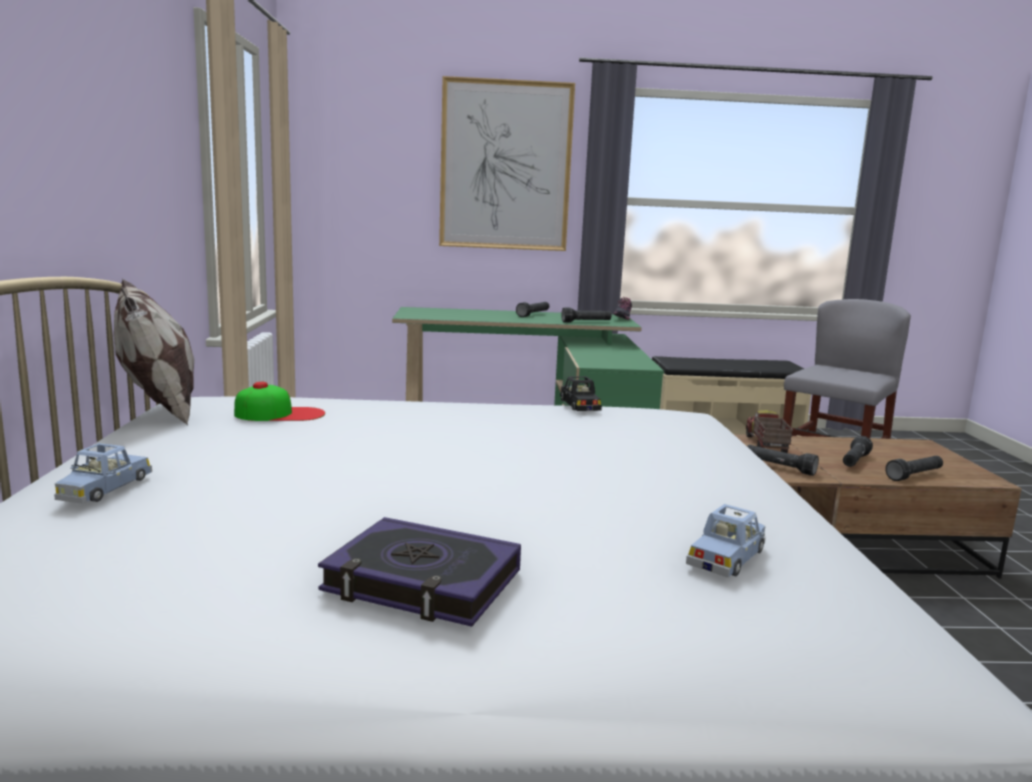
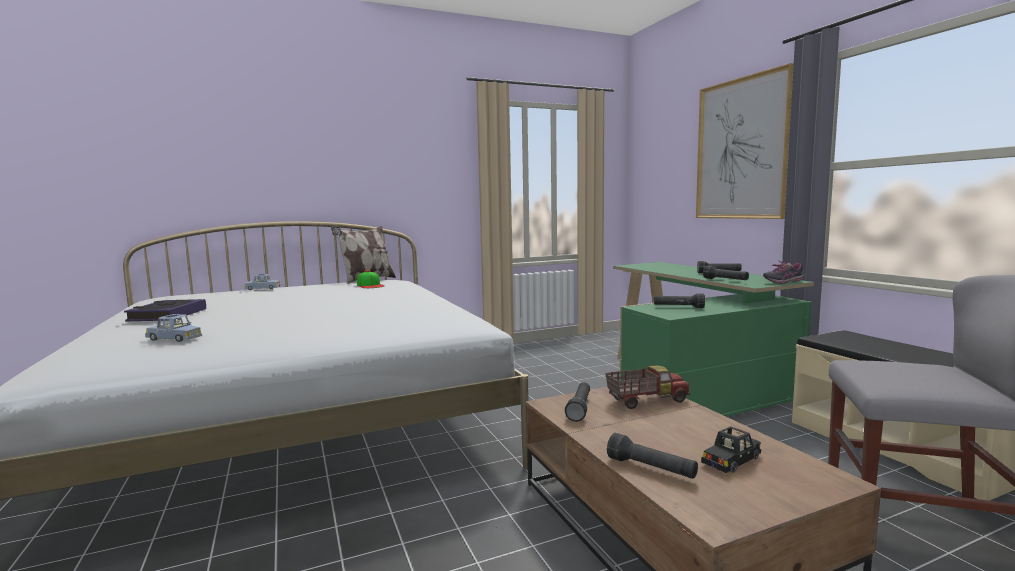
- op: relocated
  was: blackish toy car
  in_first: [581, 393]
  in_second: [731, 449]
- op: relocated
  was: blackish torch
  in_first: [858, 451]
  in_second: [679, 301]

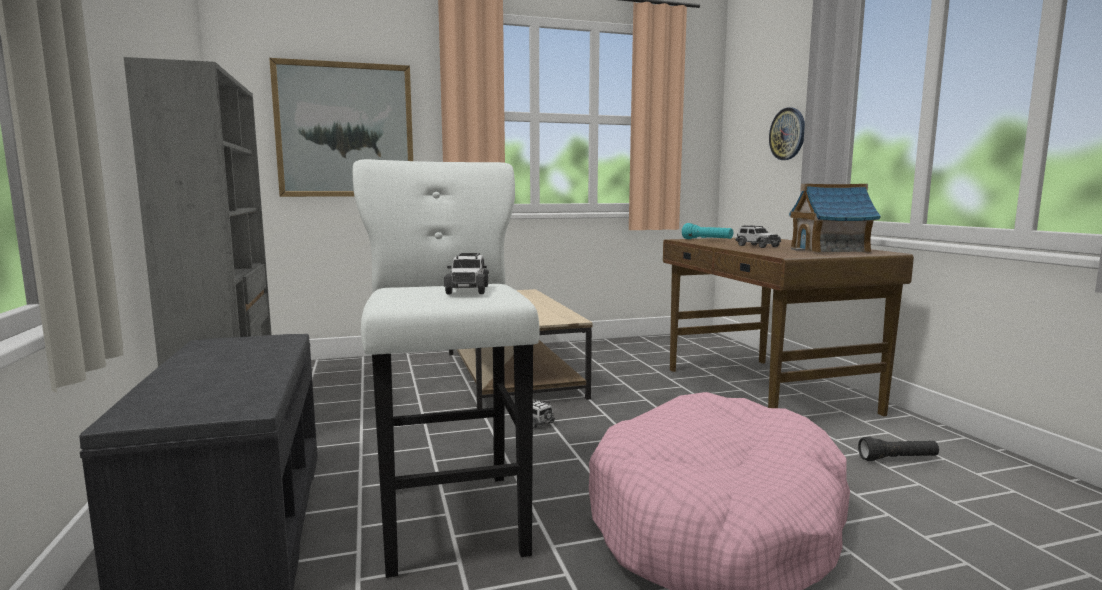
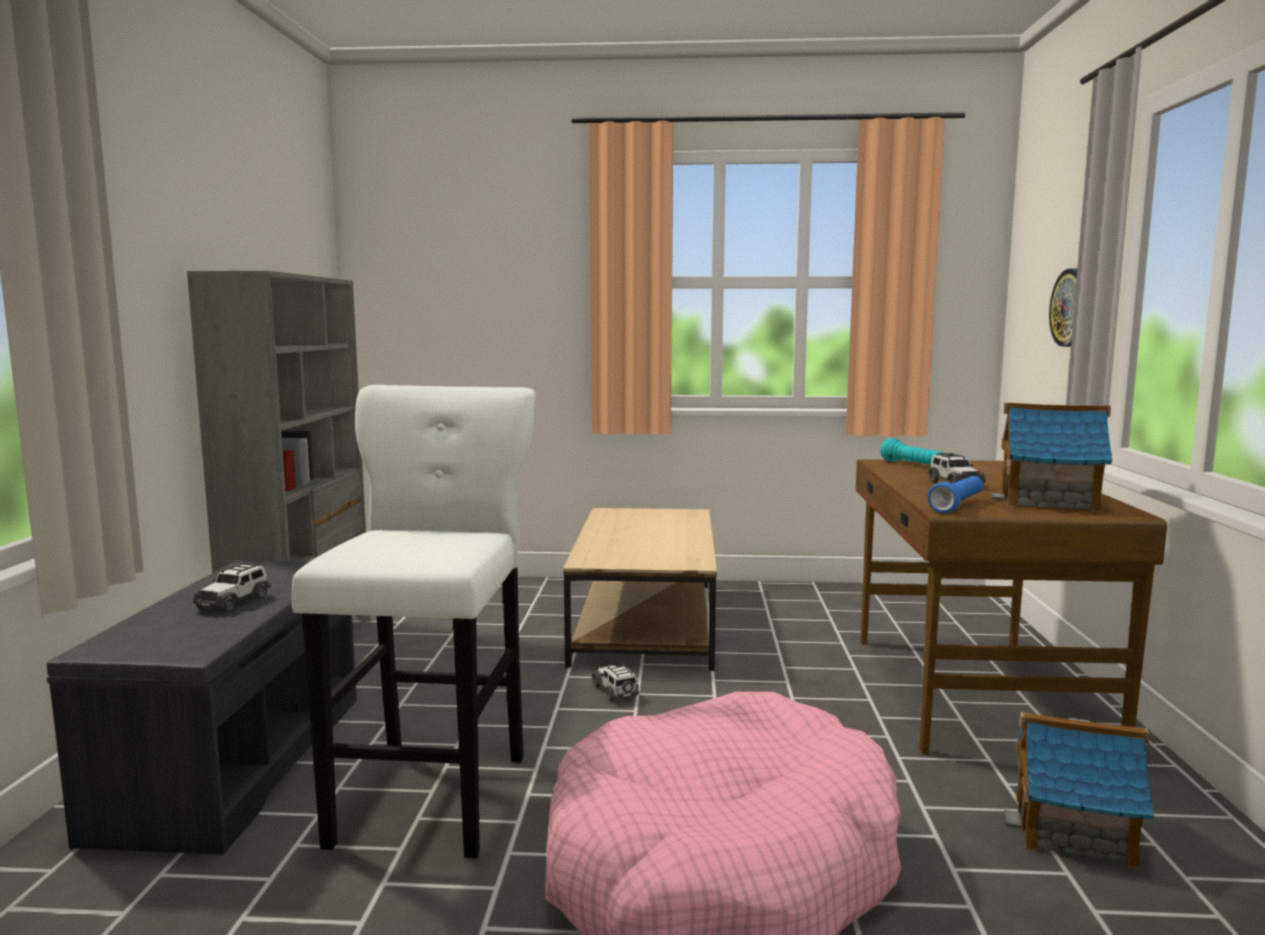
- op: missing
  was: wall picture
  in_first: [341, 127]
- op: relocated
  was: toy car
  in_first: [466, 273]
  in_second: [232, 587]
- op: exchanged
  was: blackish torch
  now: model house
  in_first: [898, 449]
  in_second: [1079, 790]
- op: appeared
  now: blue torch
  in_second: [955, 494]

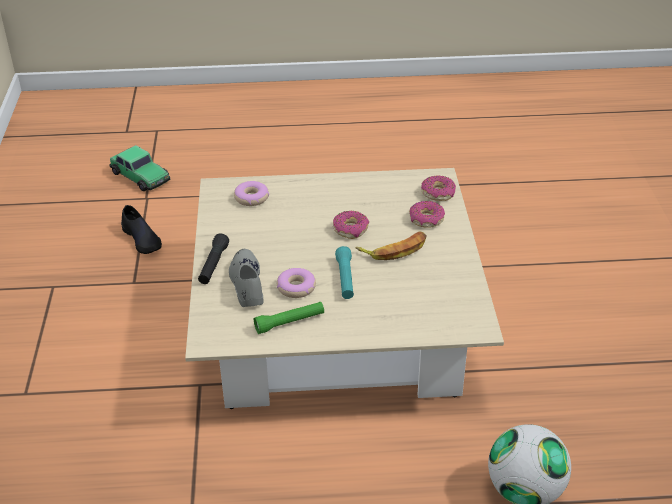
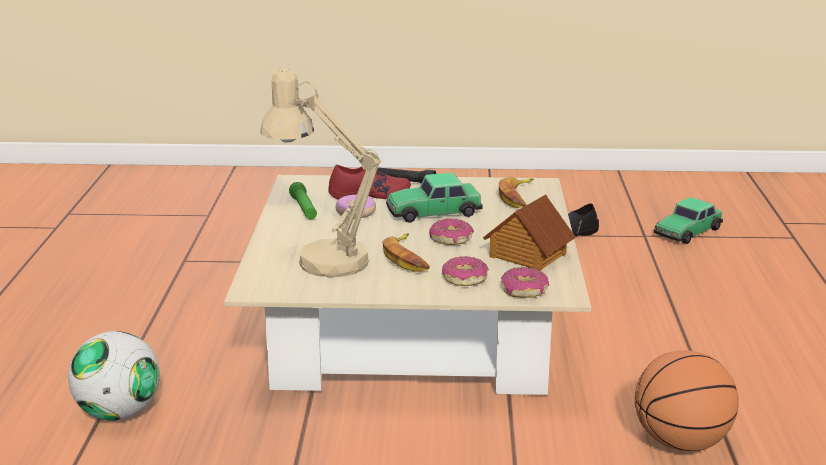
- op: colour
  was: gray low shoe
  now: red-coloured low shoe
  in_first: [246, 278]
  in_second: [369, 182]
- op: exchanged
  was: donut
  now: whole banana
  in_first: [251, 193]
  in_second: [516, 192]
- op: missing
  was: blue-green torch
  in_first: [344, 272]
- op: appeared
  now: beige-coloured lamp for a table
  in_second: [320, 173]
- op: appeared
  now: toy car
  in_second: [434, 198]
- op: appeared
  now: model house
  in_second: [529, 233]
- op: appeared
  now: ball for basketball
  in_second: [686, 400]

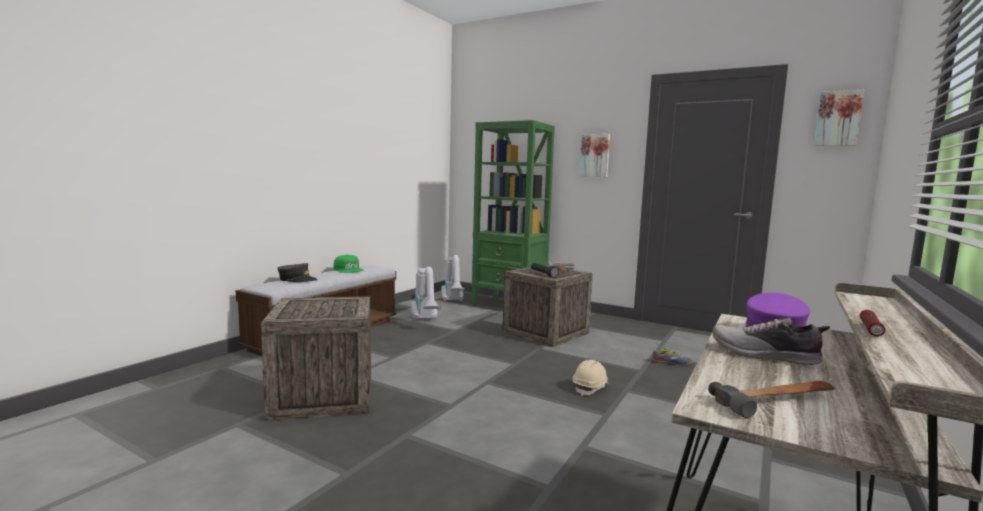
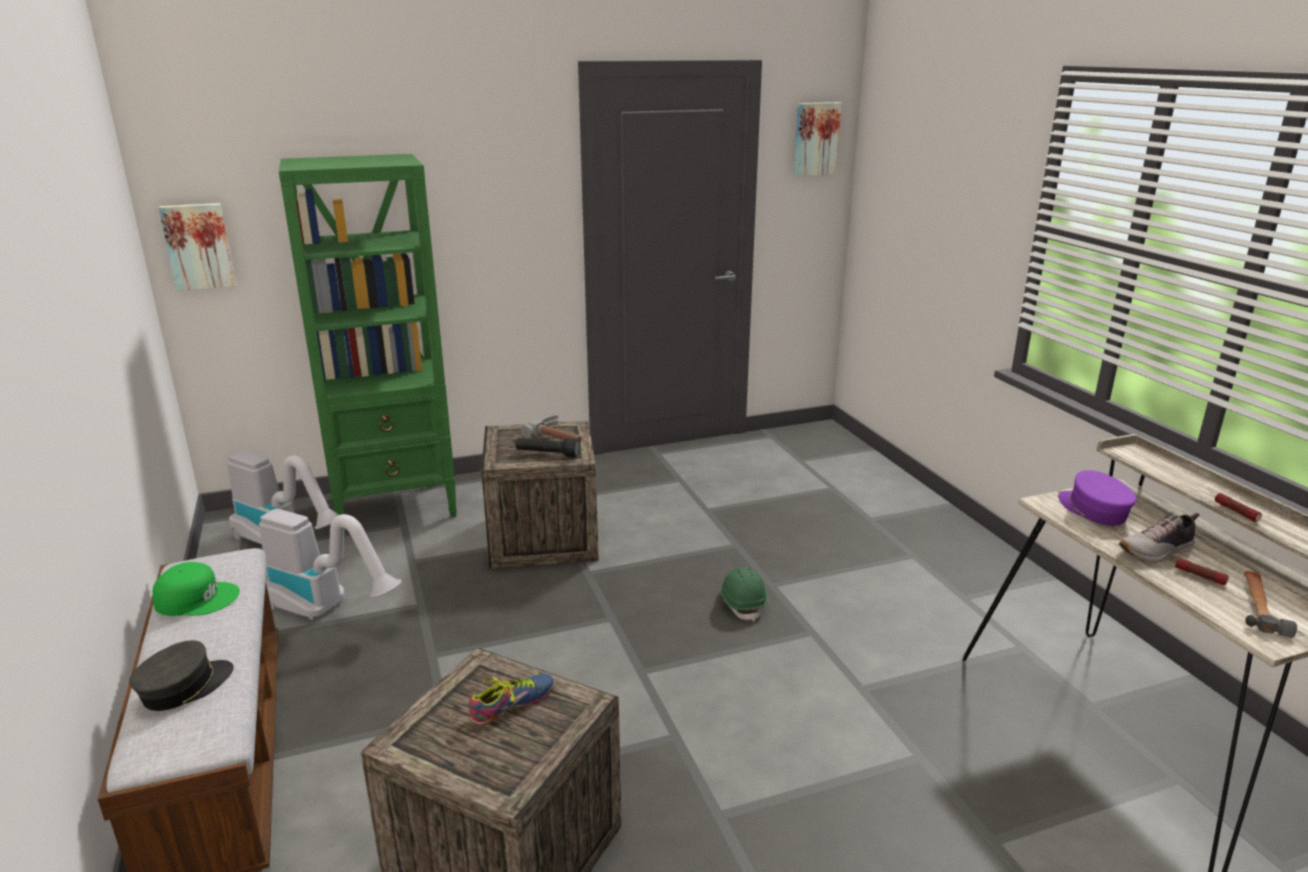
- op: colour
  was: beige-coloured safety helmet
  now: green safety helmet
  in_first: [591, 378]
  in_second: [743, 594]
- op: relocated
  was: wall picture
  in_first: [595, 155]
  in_second: [197, 247]
- op: relocated
  was: low shoe
  in_first: [673, 356]
  in_second: [512, 699]
- op: appeared
  now: torch
  in_second: [1202, 571]

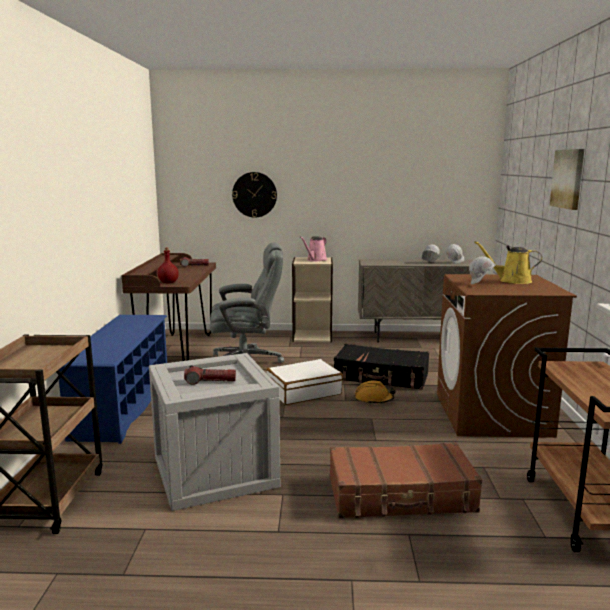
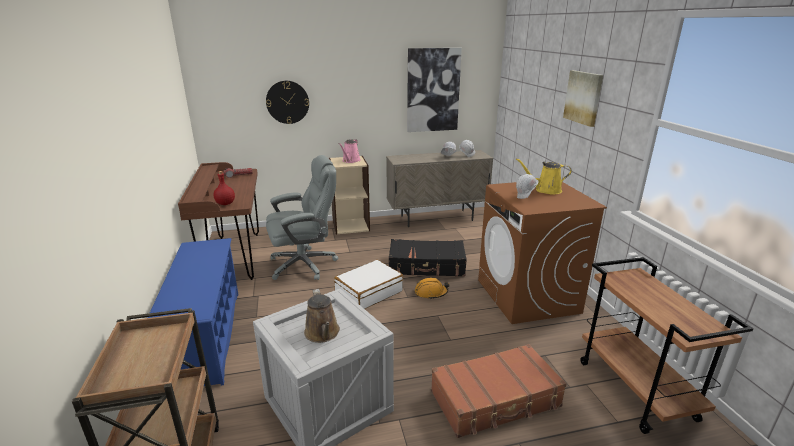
- op: exchanged
  was: torch
  now: brown watering can
  in_first: [210, 375]
  in_second: [322, 316]
- op: appeared
  now: wall picture
  in_second: [434, 90]

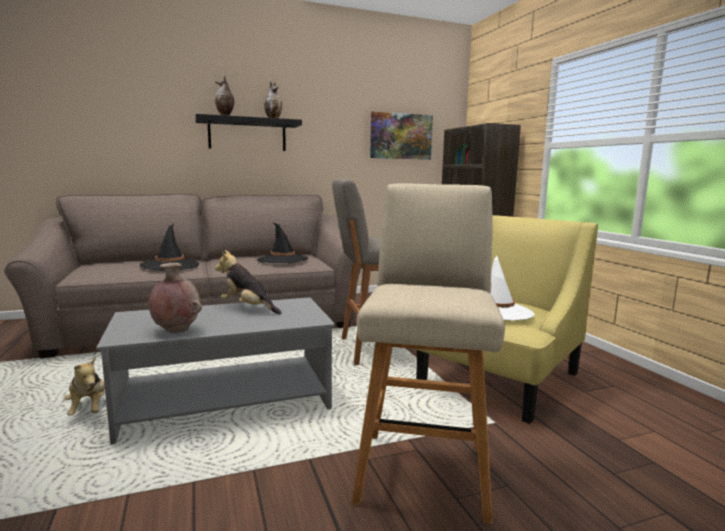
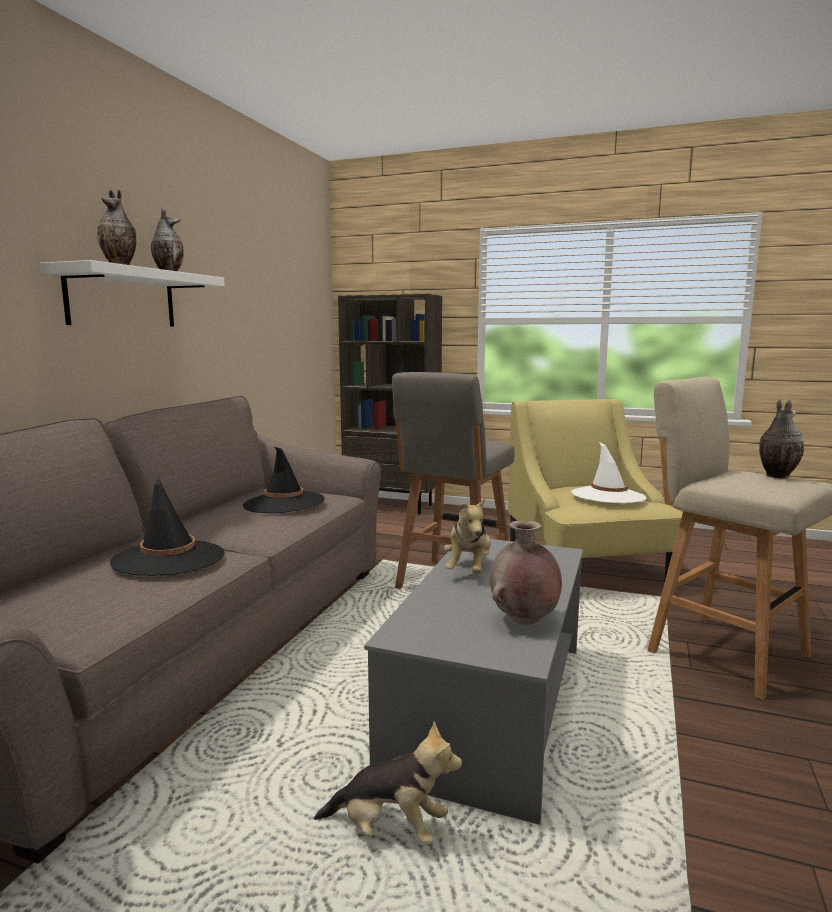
- op: colour
  was: blackish shelf
  now: white-coloured shelf
  in_first: [248, 132]
  in_second: [132, 293]
- op: spun
  was: plush toy
  in_first: [248, 282]
  in_second: [467, 535]
  clockwise: -60
- op: missing
  was: wall picture
  in_first: [401, 135]
- op: appeared
  now: flower vase
  in_second: [781, 439]

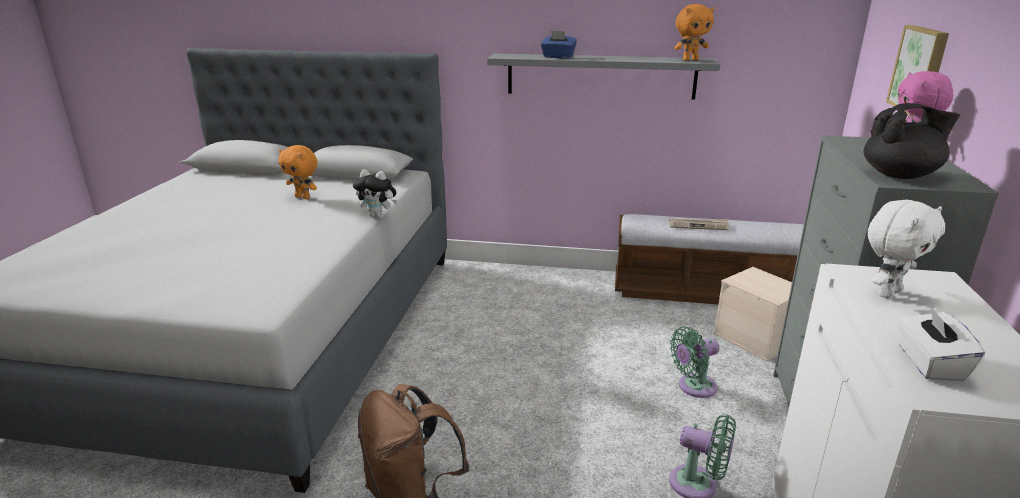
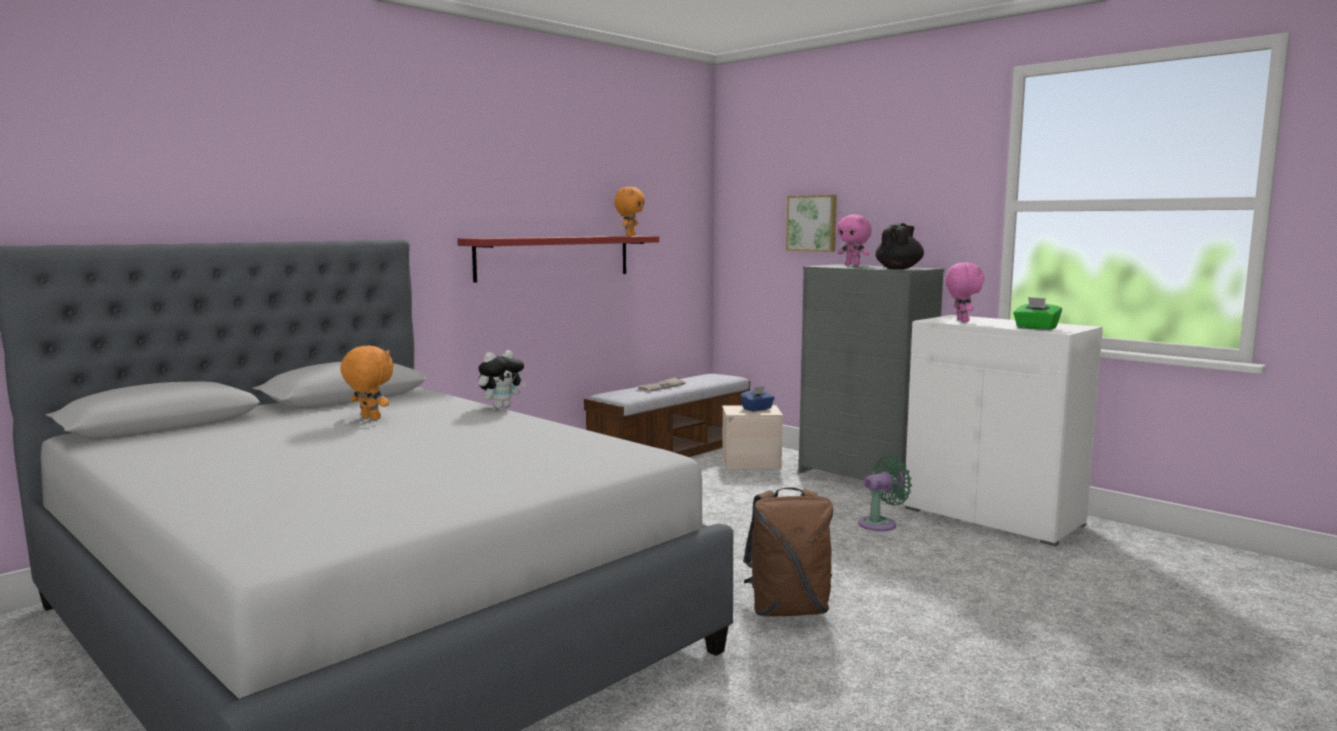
- op: spun
  was: orange plush toy
  in_first: [298, 172]
  in_second: [367, 383]
  clockwise: -120
- op: colour
  was: gray shelf
  now: red-coloured shelf
  in_first: [603, 76]
  in_second: [558, 259]
- op: relocated
  was: blue tissue holder
  in_first: [559, 44]
  in_second: [758, 398]
- op: missing
  was: green fan
  in_first: [694, 362]
- op: colour
  was: white-coloured plush toy
  now: pink plush toy
  in_first: [906, 249]
  in_second: [964, 292]
- op: colour
  was: white-coloured tissue holder
  now: green tissue holder
  in_first: [941, 343]
  in_second: [1037, 313]

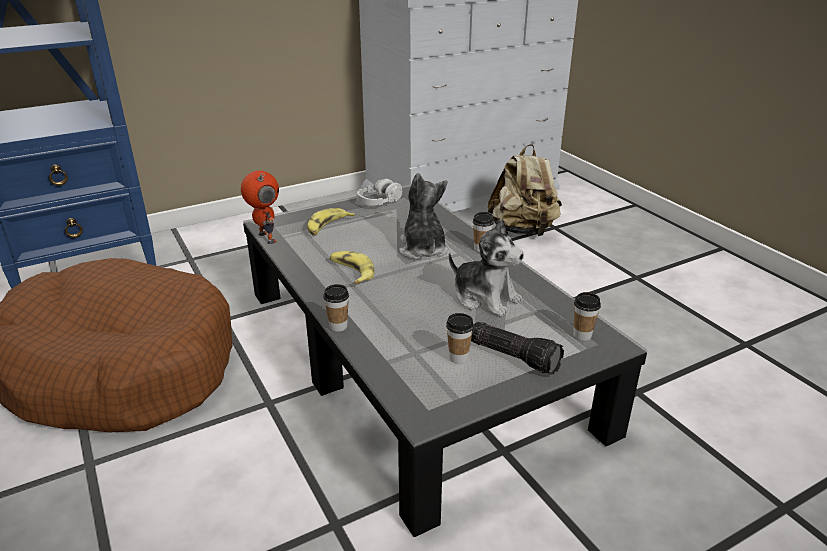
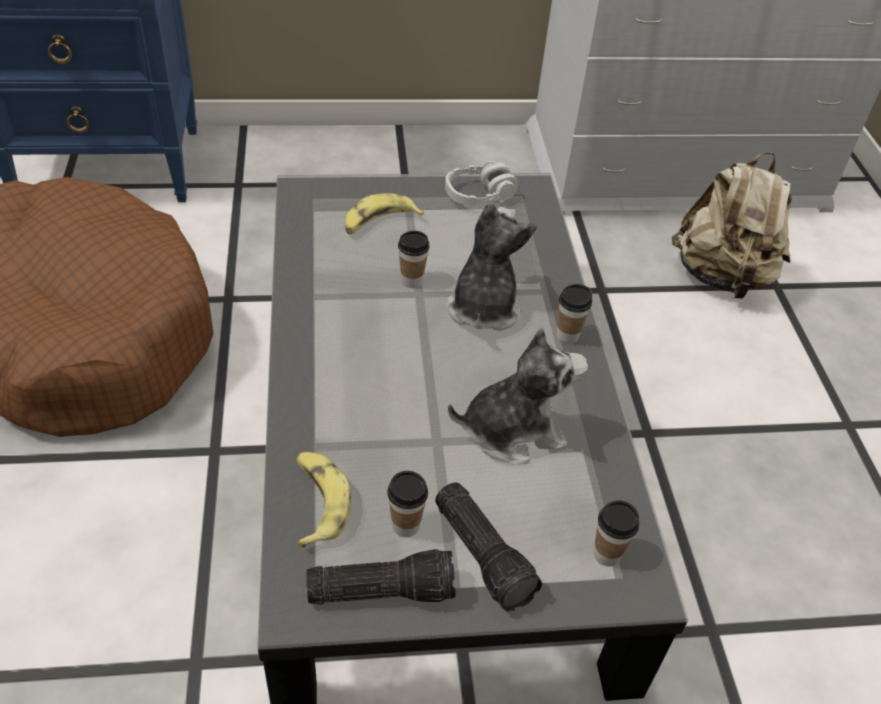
- op: missing
  was: robot figure
  in_first: [260, 207]
- op: relocated
  was: drinking cup
  in_first: [336, 308]
  in_second: [413, 259]
- op: relocated
  was: whole banana
  in_first: [352, 267]
  in_second: [323, 500]
- op: spun
  was: plush toy
  in_first: [486, 267]
  in_second: [518, 396]
  clockwise: -75
- op: appeared
  now: torch
  in_second: [381, 576]

